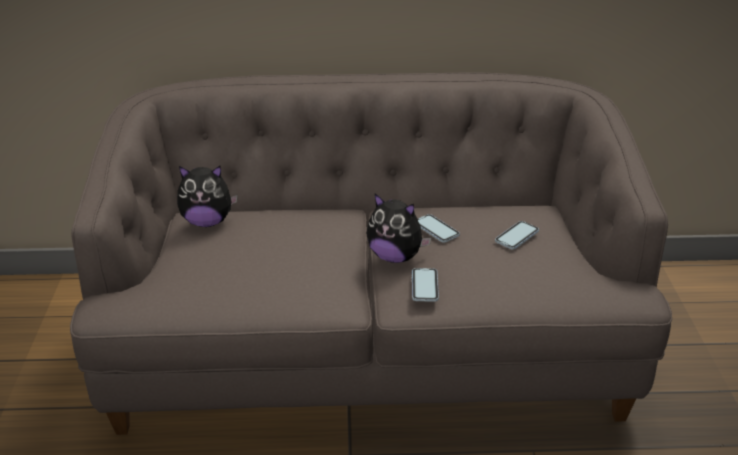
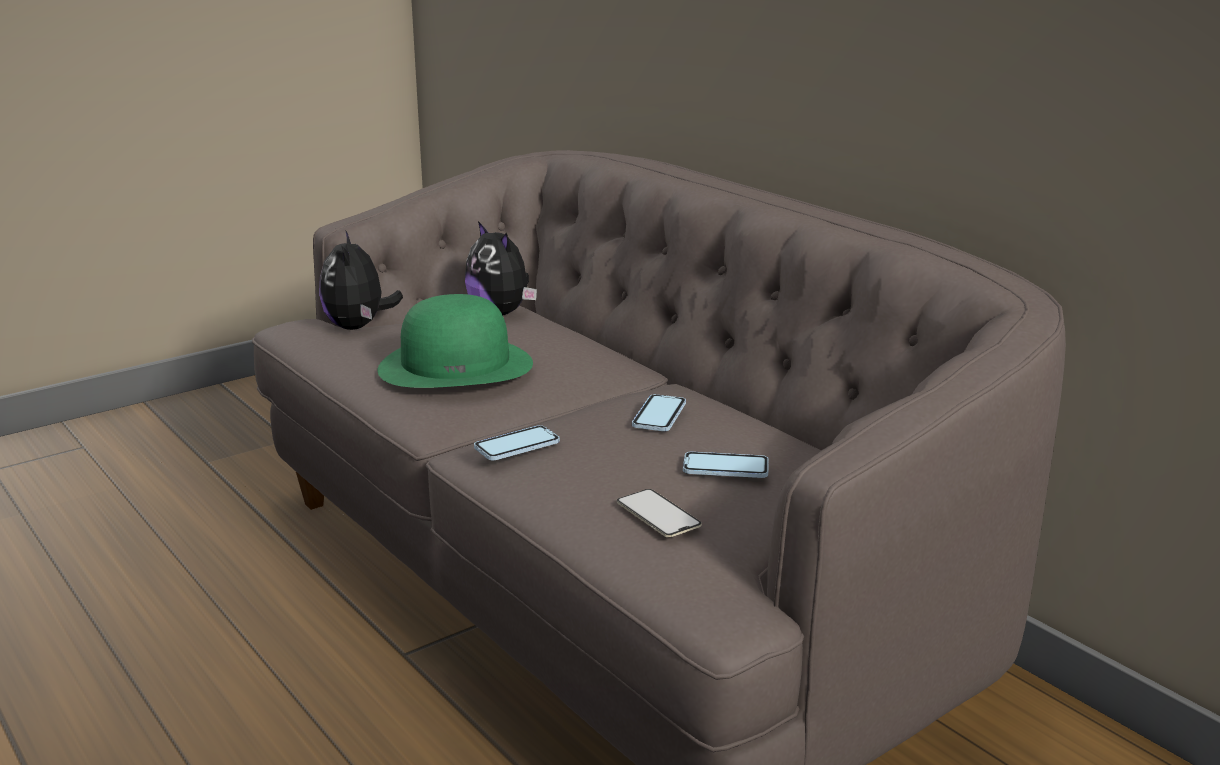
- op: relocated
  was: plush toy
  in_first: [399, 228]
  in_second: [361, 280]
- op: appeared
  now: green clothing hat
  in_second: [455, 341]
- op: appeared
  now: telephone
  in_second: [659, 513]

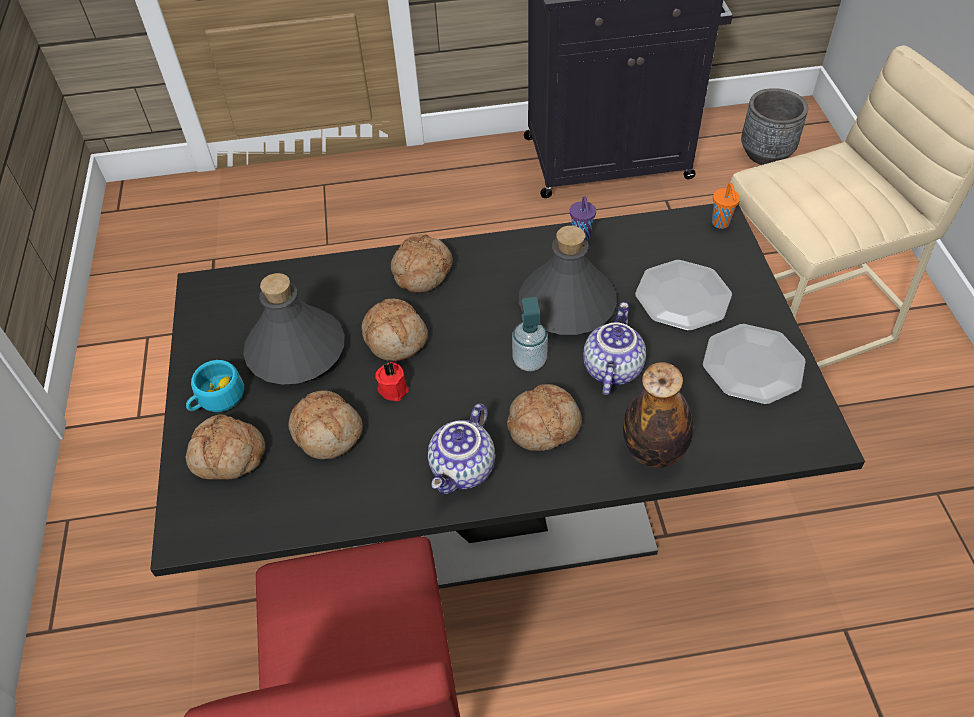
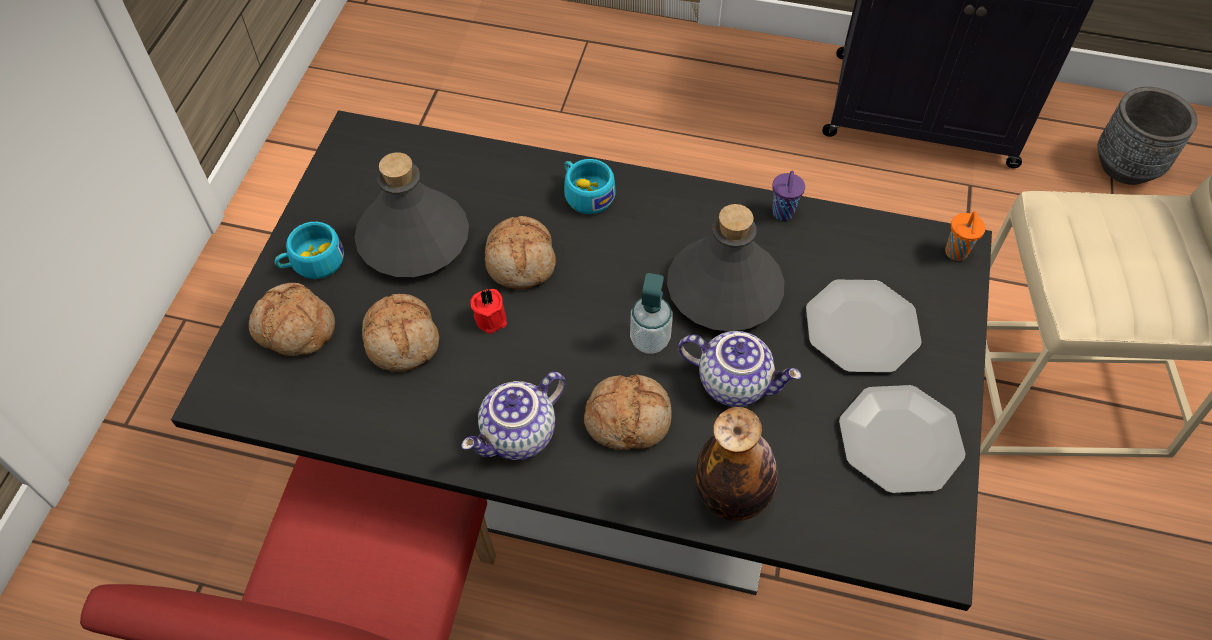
- op: exchanged
  was: bakery bread
  now: blue-green drinking cup
  in_first: [422, 263]
  in_second: [590, 186]
- op: spun
  was: teapot
  in_first: [614, 348]
  in_second: [739, 369]
  clockwise: 75

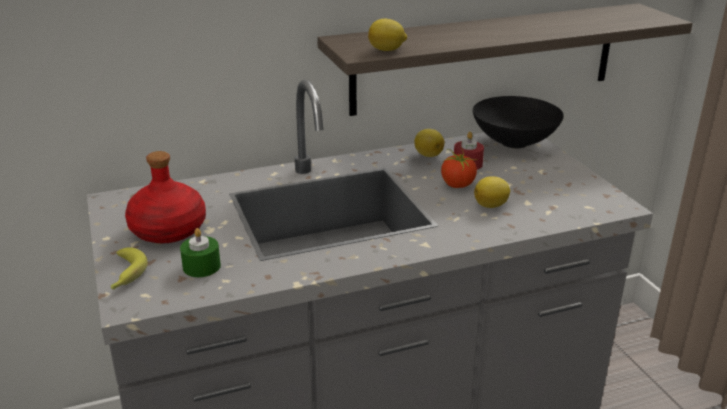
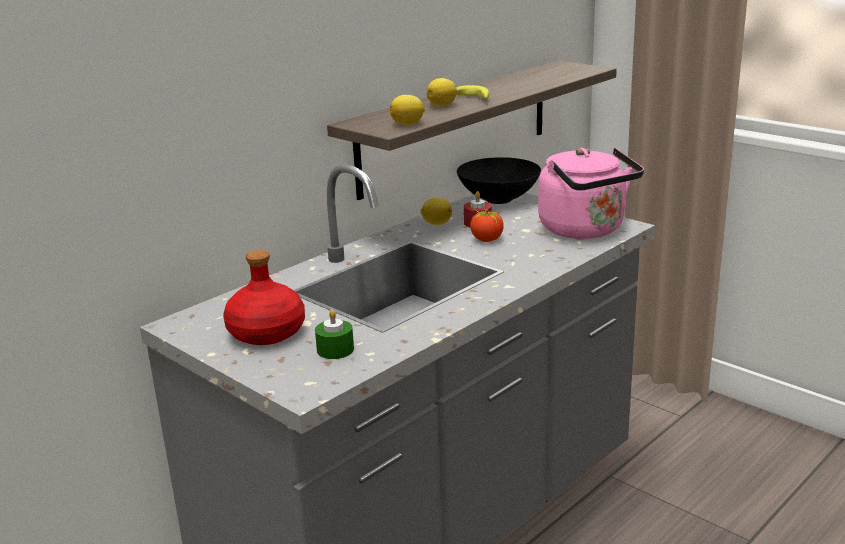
- op: relocated
  was: whole banana
  in_first: [129, 268]
  in_second: [472, 92]
- op: relocated
  was: whole lemon
  in_first: [492, 192]
  in_second: [442, 92]
- op: appeared
  now: pink kettle
  in_second: [591, 193]

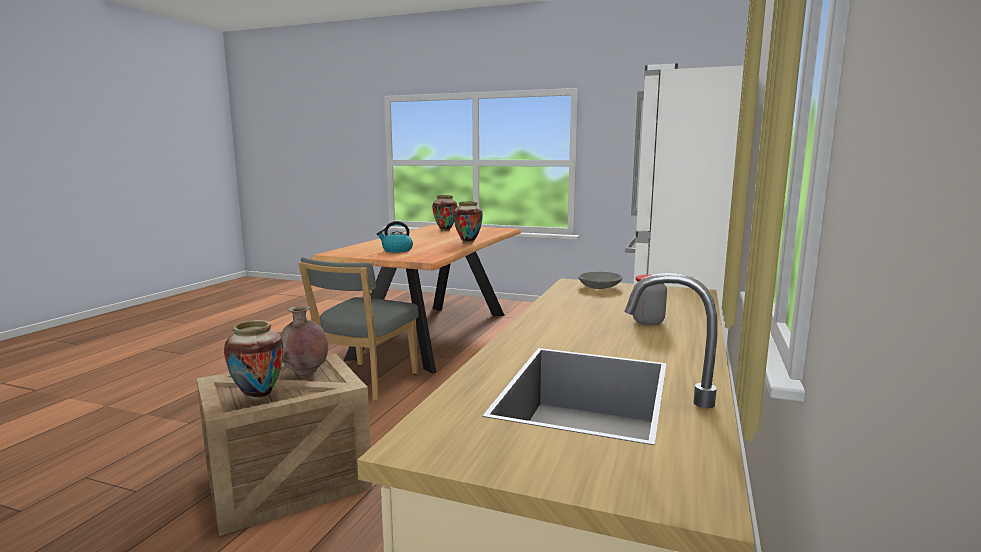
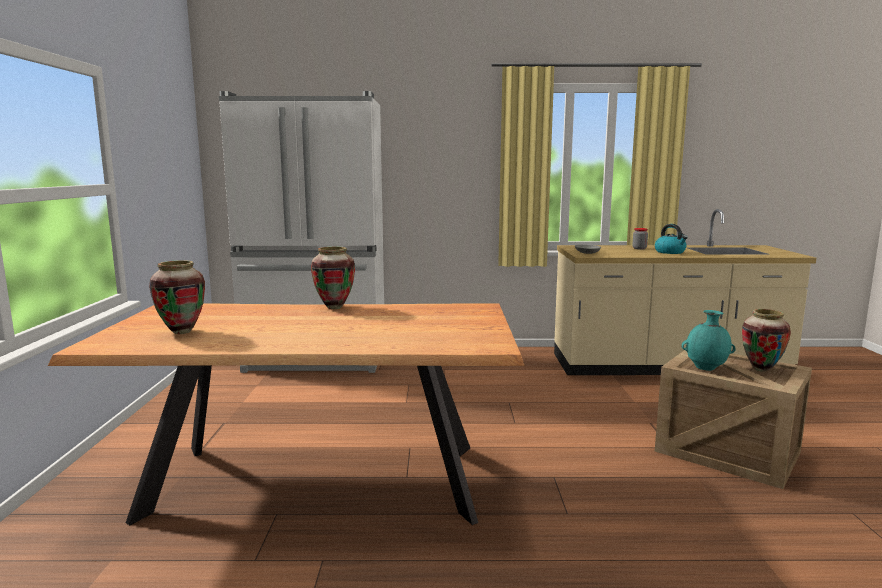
- op: colour
  was: brown flower vase
  now: blue-green flower vase
  in_first: [304, 340]
  in_second: [708, 340]
- op: missing
  was: gray plain chair
  in_first: [358, 329]
- op: relocated
  was: kettle
  in_first: [395, 236]
  in_second: [671, 239]

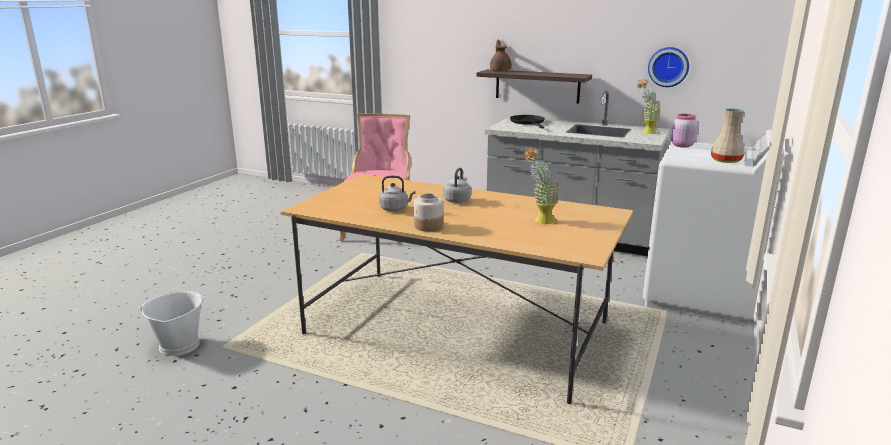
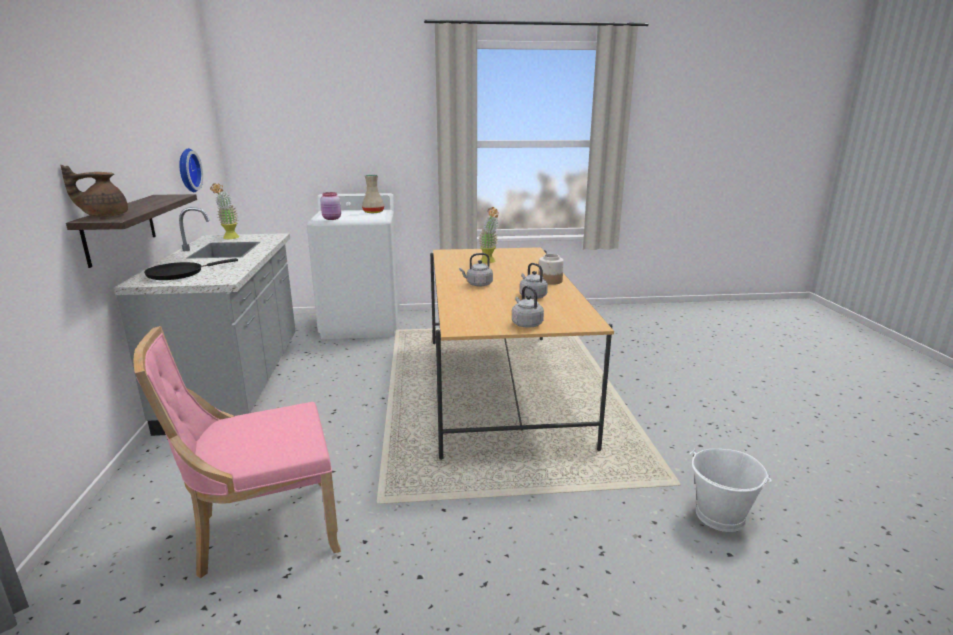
- op: appeared
  now: gray kettle
  in_second: [528, 307]

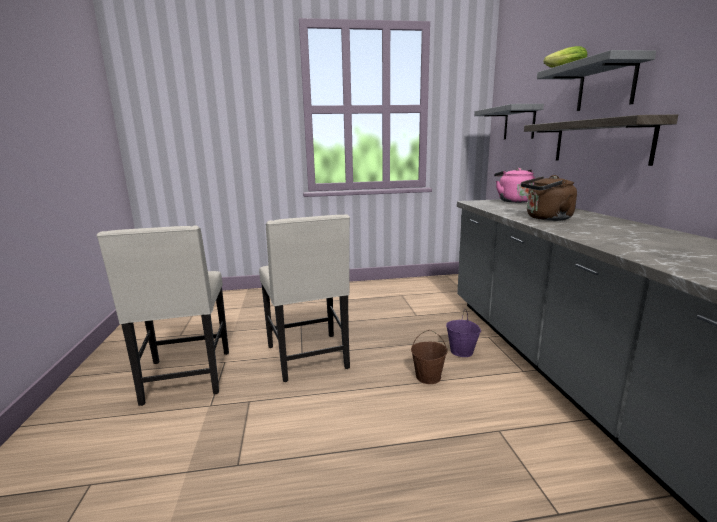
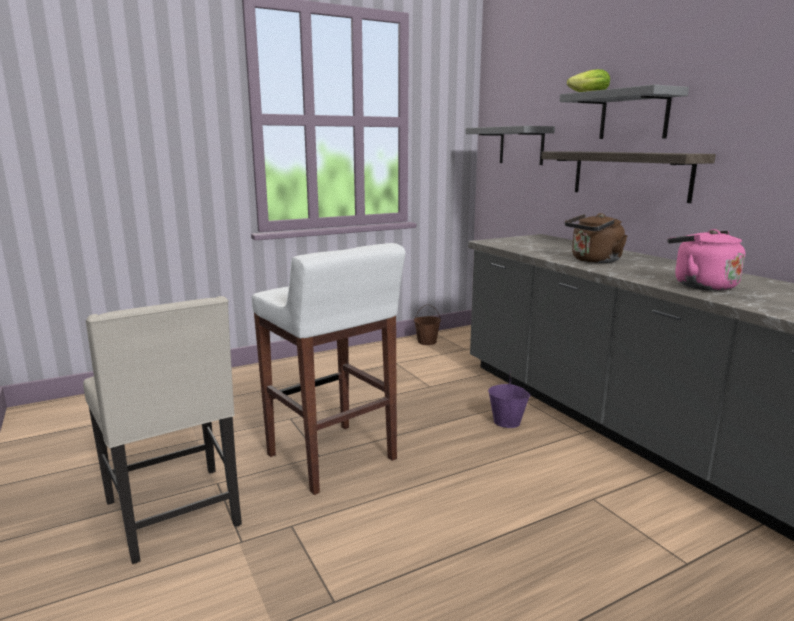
- op: exchanged
  was: beige-coloured plain chair
  now: white-coloured sitting stool
  in_first: [304, 298]
  in_second: [329, 369]
- op: relocated
  was: brown bucket
  in_first: [429, 357]
  in_second: [427, 324]
- op: relocated
  was: pink kettle
  in_first: [514, 185]
  in_second: [706, 260]

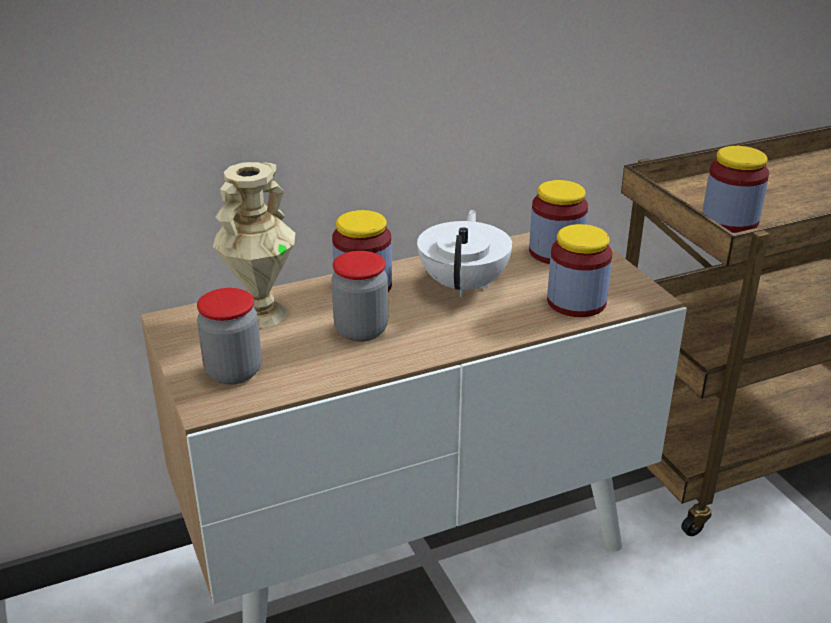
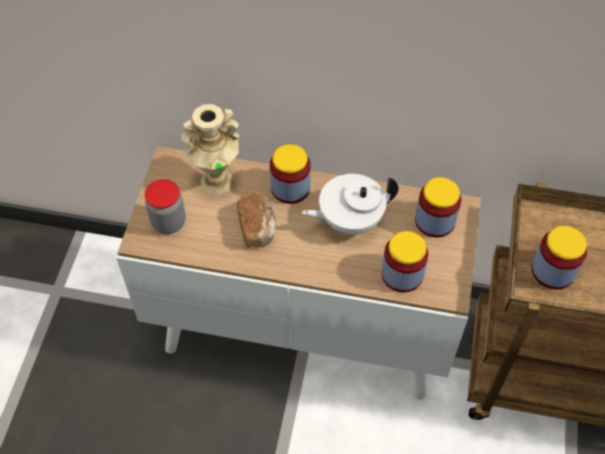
- op: exchanged
  was: jar
  now: bakery bread
  in_first: [359, 296]
  in_second: [256, 219]
- op: spun
  was: white-coloured teapot
  in_first: [464, 253]
  in_second: [350, 204]
  clockwise: -150

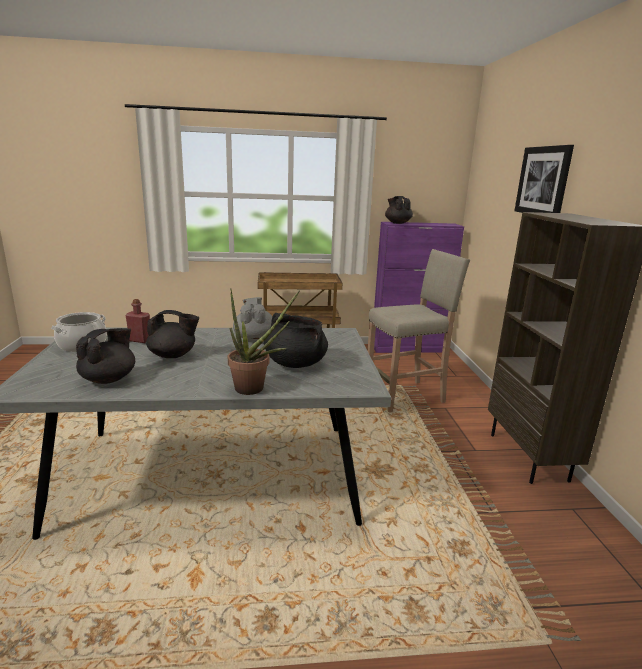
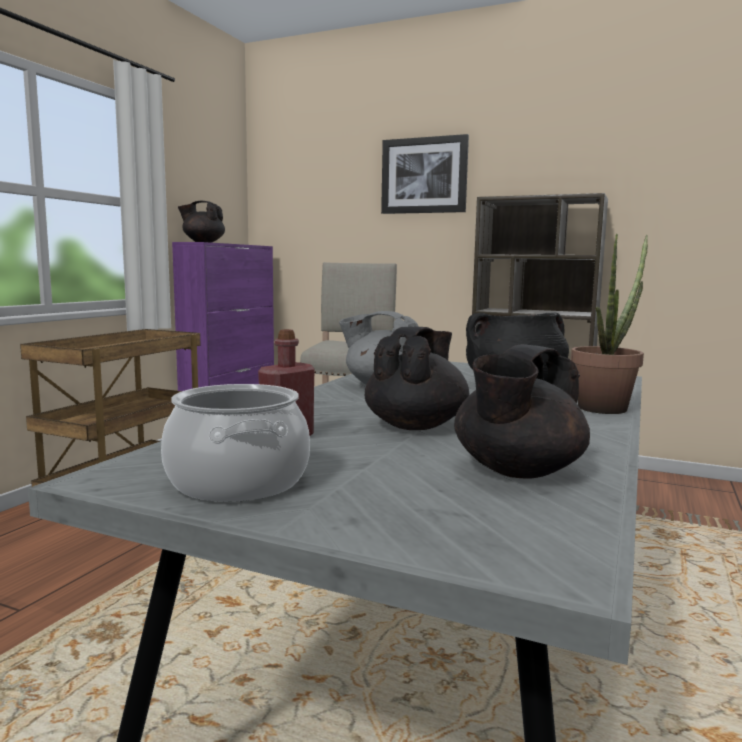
- op: spun
  was: blackish teapot
  in_first: [105, 356]
  in_second: [522, 411]
  clockwise: -105

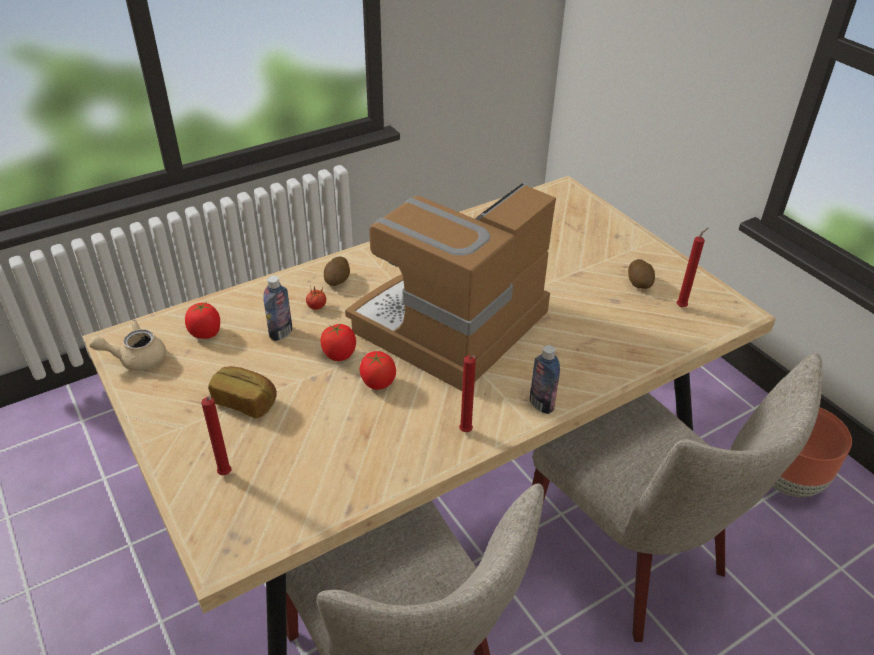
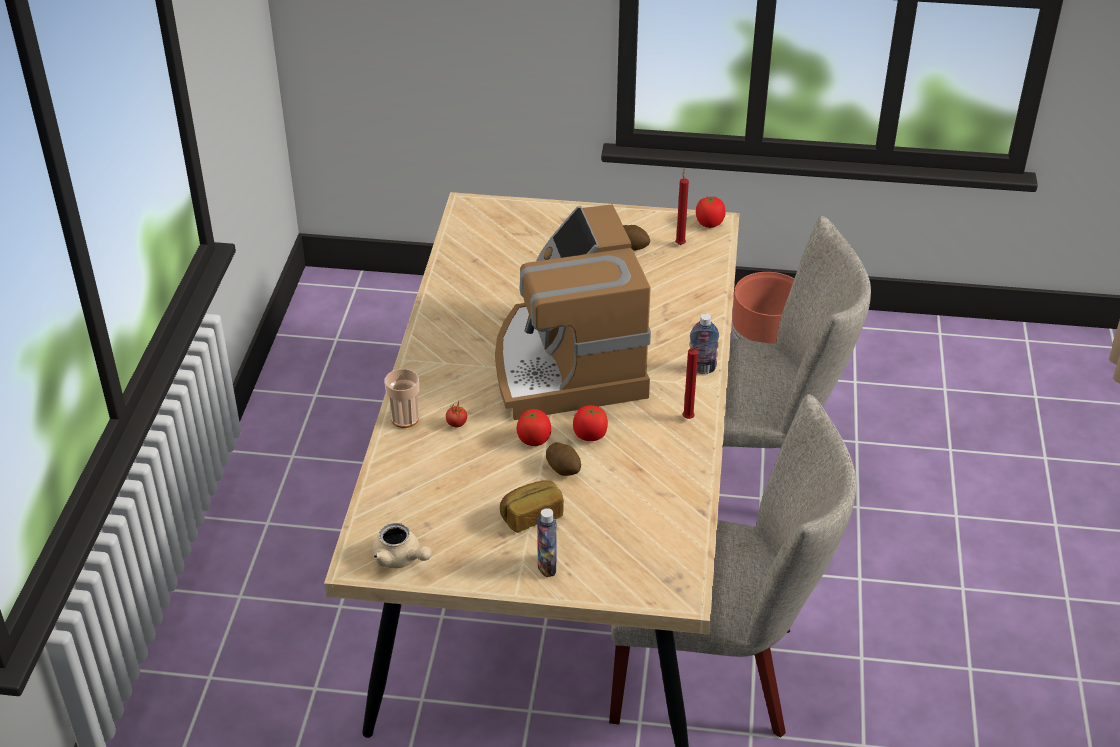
- op: spun
  was: beige-coloured teapot
  in_first: [127, 345]
  in_second: [402, 545]
  clockwise: -75
- op: relocated
  was: fresh tomato
  in_first: [202, 320]
  in_second: [711, 212]
- op: missing
  was: red-coloured candle
  in_first: [216, 436]
- op: relocated
  was: bottle
  in_first: [277, 308]
  in_second: [547, 542]
- op: relocated
  was: potato
  in_first: [337, 271]
  in_second: [563, 459]
- op: appeared
  now: drinking cup
  in_second: [402, 398]

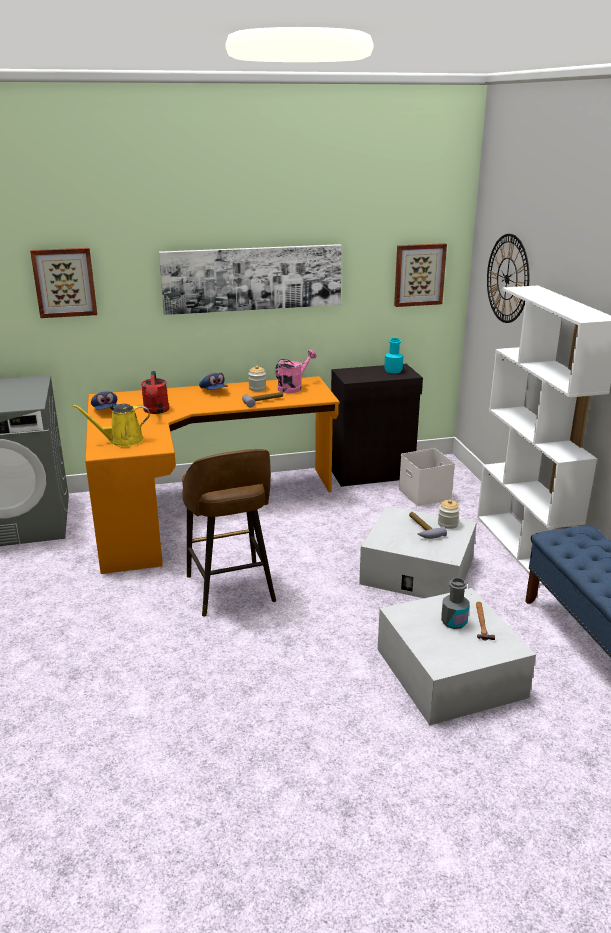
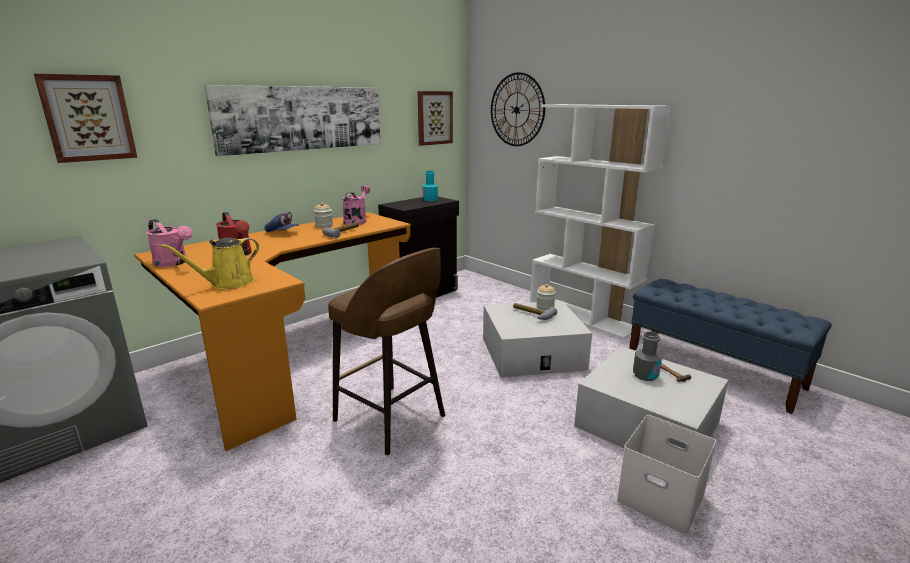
- op: exchanged
  was: blue cap
  now: pink watering can
  in_first: [104, 400]
  in_second: [169, 243]
- op: relocated
  was: white-coloured storage bin
  in_first: [427, 477]
  in_second: [666, 475]

